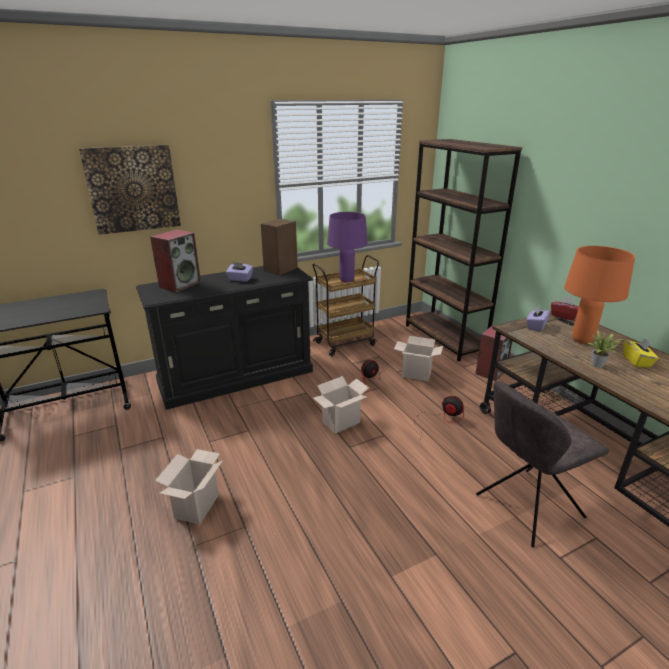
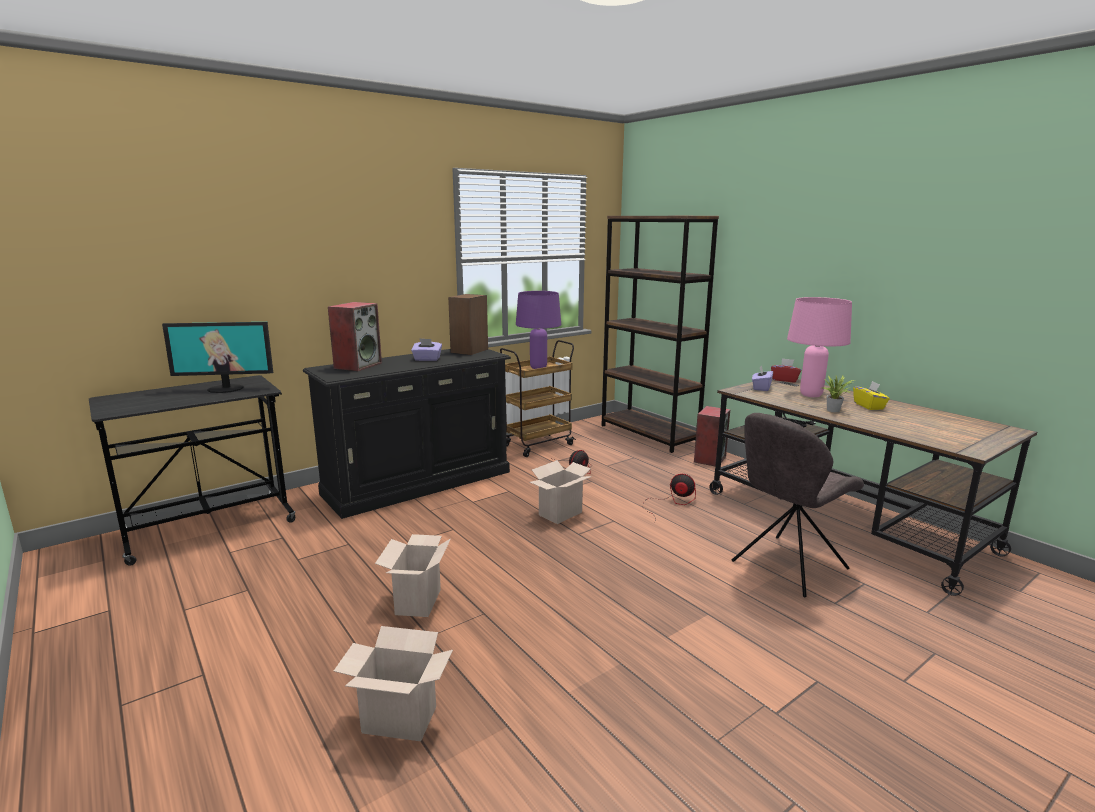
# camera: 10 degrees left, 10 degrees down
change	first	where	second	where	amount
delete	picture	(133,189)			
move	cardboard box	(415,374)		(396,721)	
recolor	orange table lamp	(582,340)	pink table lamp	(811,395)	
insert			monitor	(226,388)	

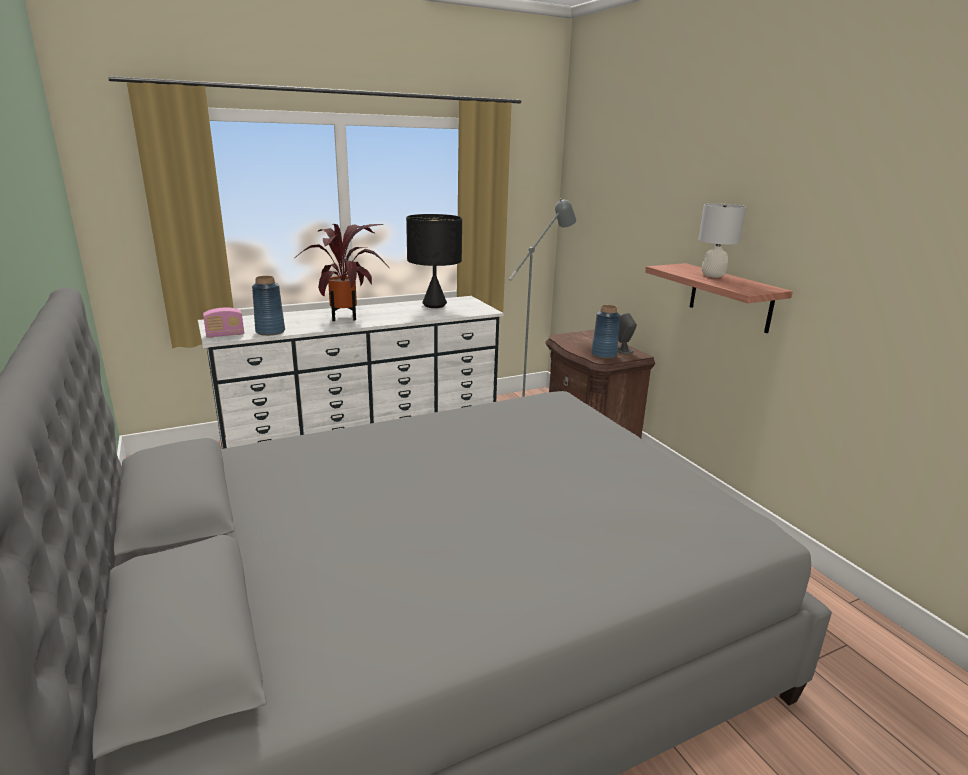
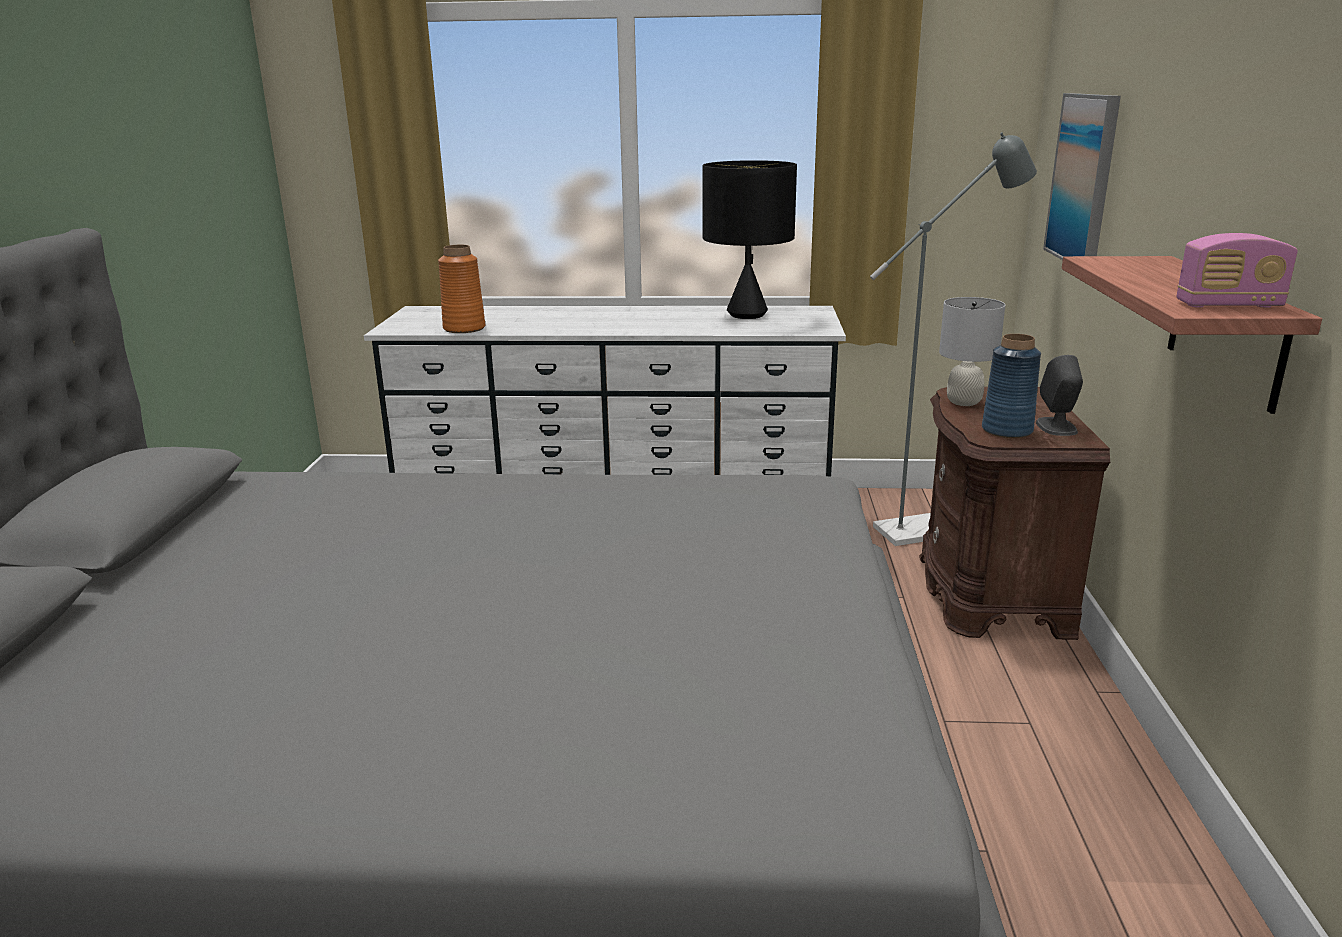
# camera: 30 degrees right, 0 degrees up
change	first	where	second	where	amount
move	radio	(225,335)		(1228,305)	
recolor	blue vase	(270,331)	orange vase	(464,328)	
delete	potted plant	(347,318)			
move	grey table lamp	(711,276)		(962,402)	
insert			picture	(1083,179)	

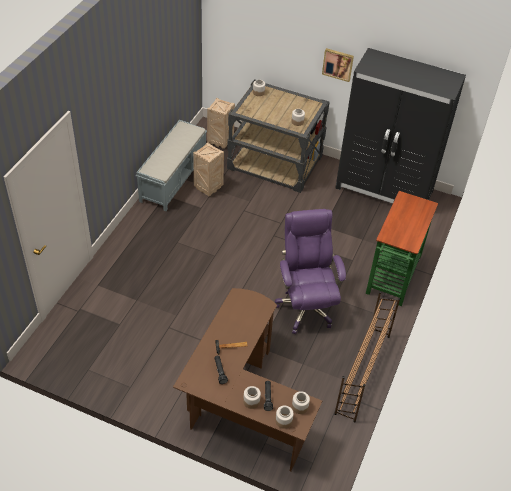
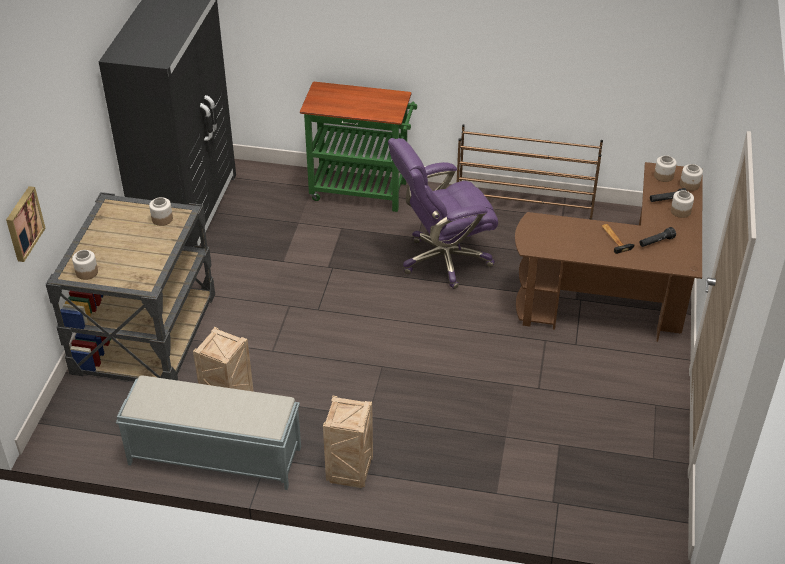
# camera: 100 degrees left, 5 degrees down
change	first	where	second	where	amount
move	crate	(221,141)		(349,471)	
move	picture	(338,64)		(23,223)	

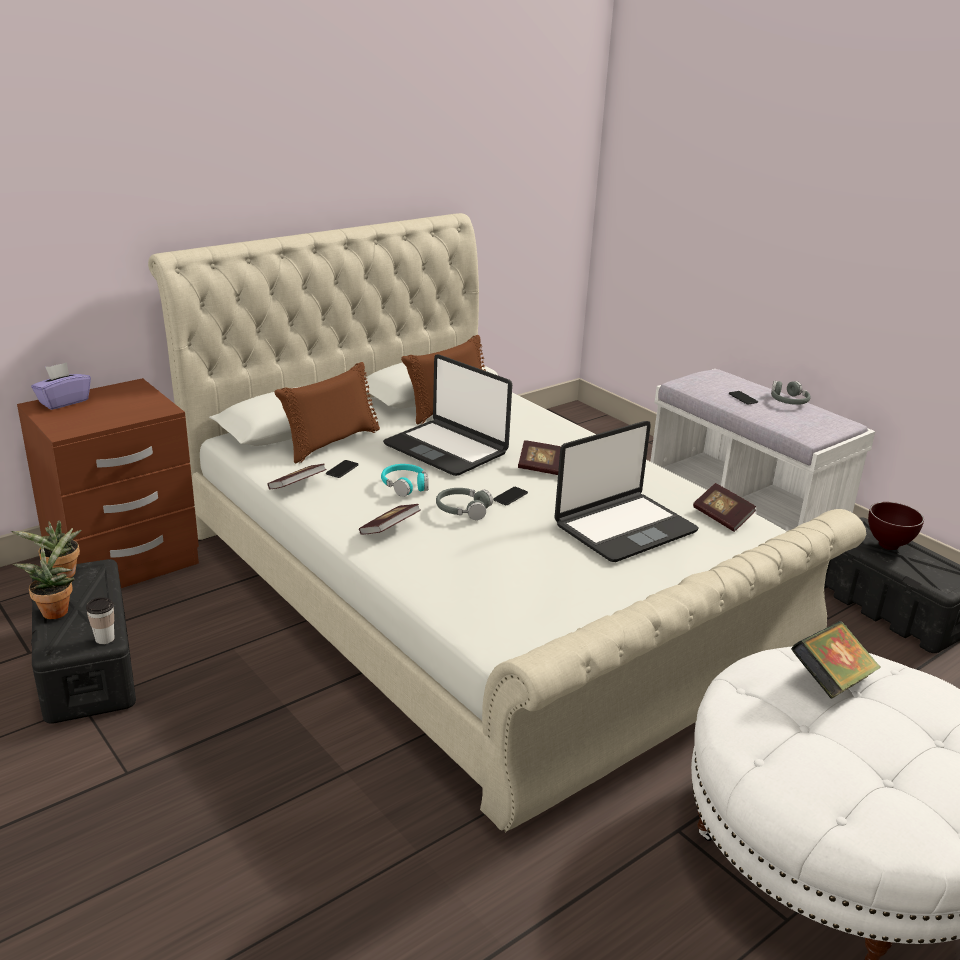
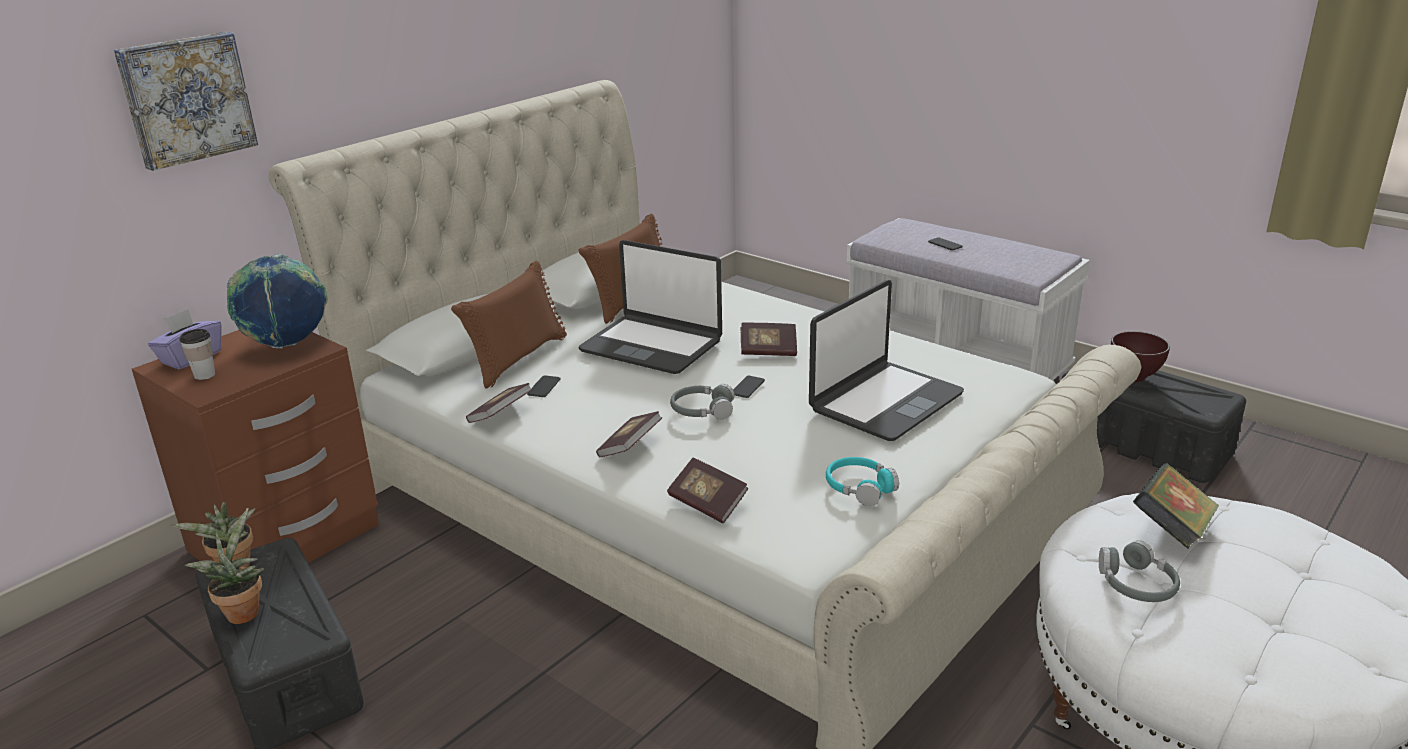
# camera: 10 degrees left, 0 degrees up
change	first	where	second	where	amount
move	cup	(105,638)		(205,375)	
move	turquoise headphones	(405,485)		(859,488)	
move	book	(722,517)		(707,503)	
move	grey headphones	(788,401)		(1136,584)	
insert			picture	(186,99)	
insert			globe	(287,344)	

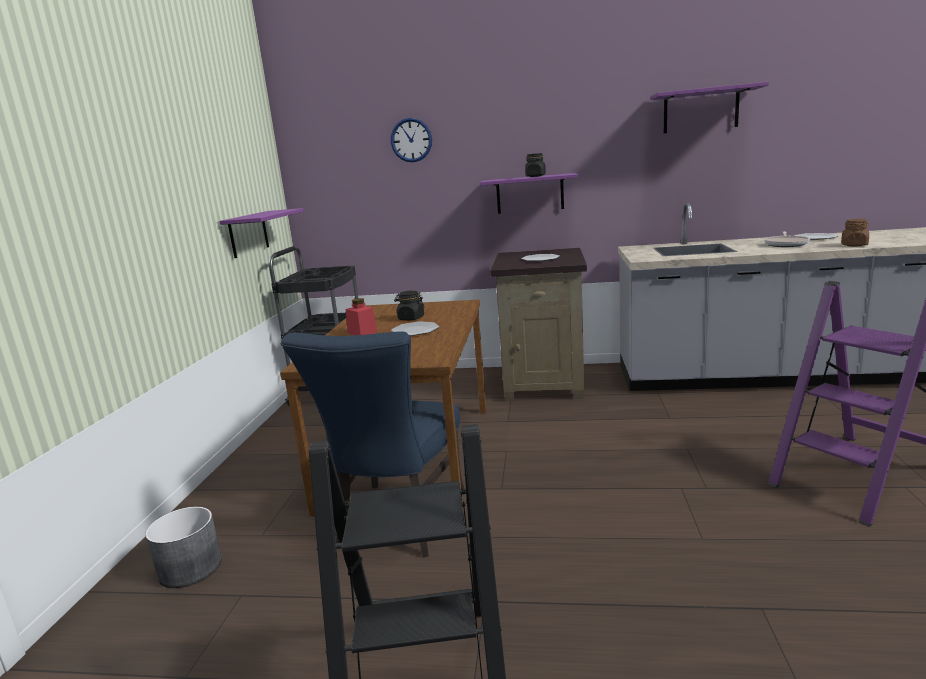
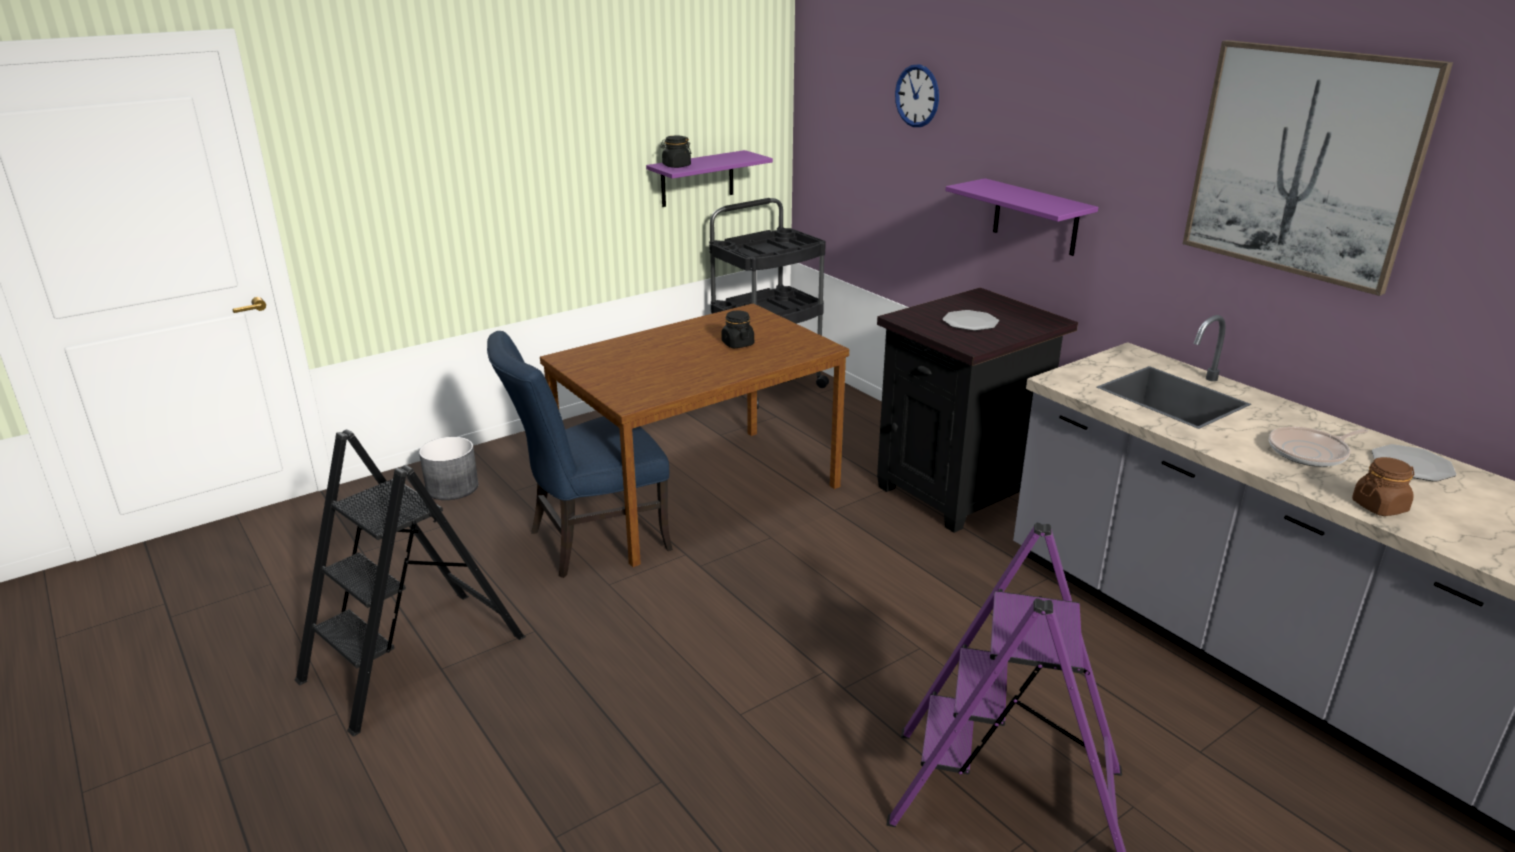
# camera: 45 degrees right, 10 degrees up
change	first	where	second	where	amount
delete	red jar	(362,332)			
delete	plate	(415,330)			
recolor	beige cabinet	(544,382)	black cabinet	(961,490)	
move	black jar	(535,176)		(676,166)	
replace	purple shelf	(700,111)	picture	(1304,163)	

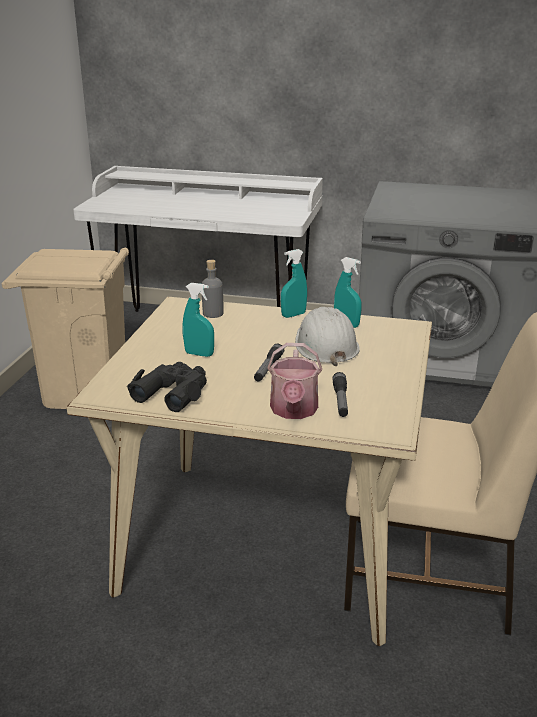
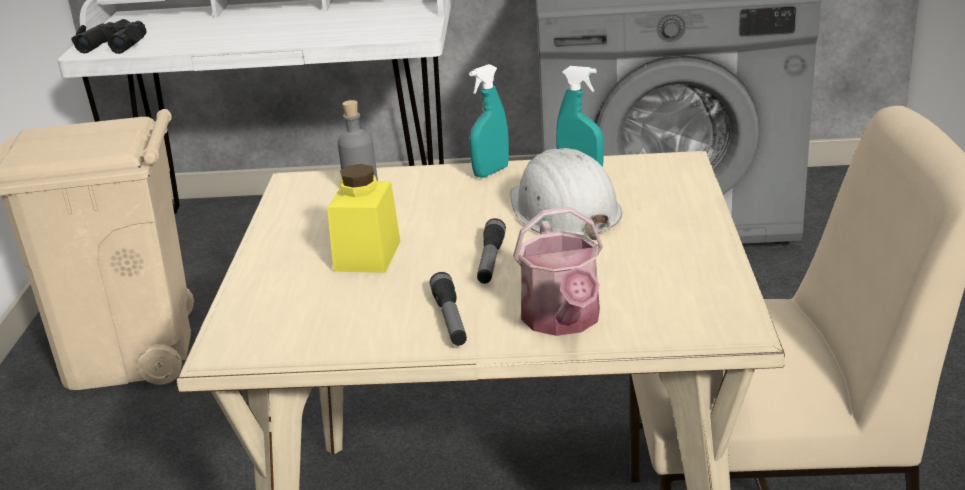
# camera: 10 degrees left, 0 degrees up
change	first	where	second	where	amount
move	black binoculars	(173,392)		(116,44)	
replace	turquoise spray bottle	(199,354)	yellow jar	(367,256)	
move	flashlight	(340,401)		(450,319)	

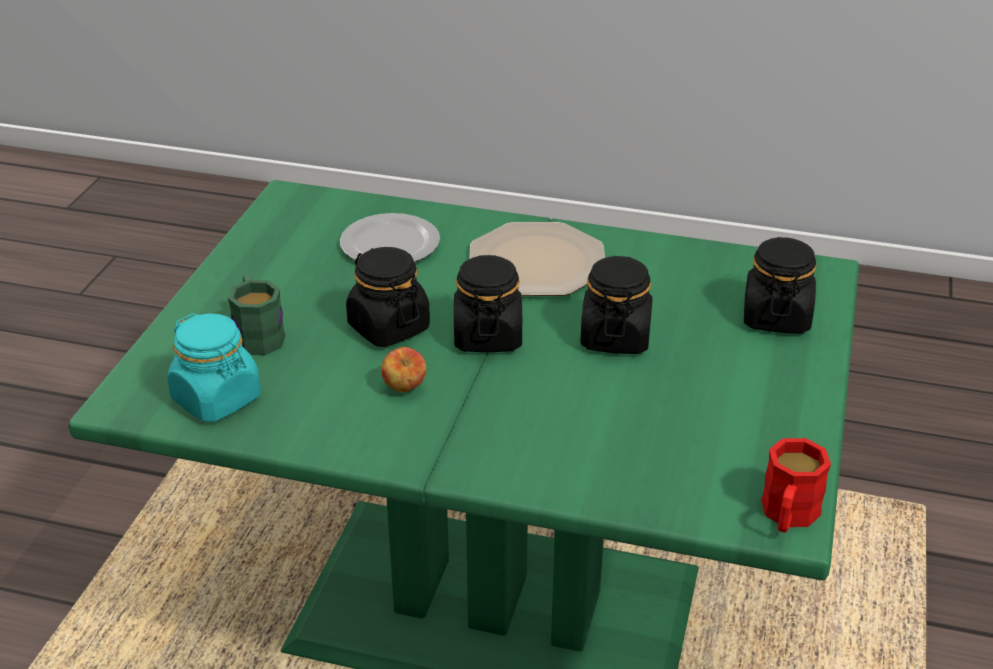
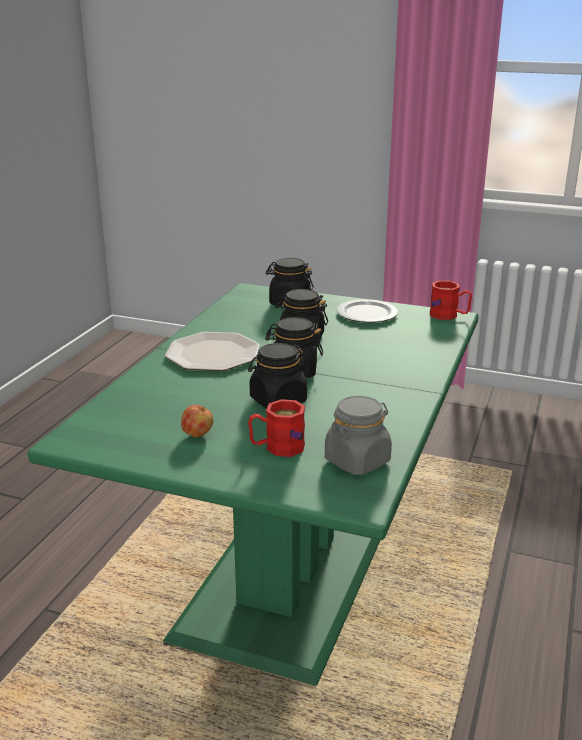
# camera: 85 degrees left, 10 degrees down
change	first	where	second	where	amount
recolor	turquoise jar	(217,399)	grey jar	(357,461)	
recolor	green mug	(258,334)	red mug	(277,447)	
move	plate	(390,243)		(366,314)	
move	apple	(404,388)		(198,434)	

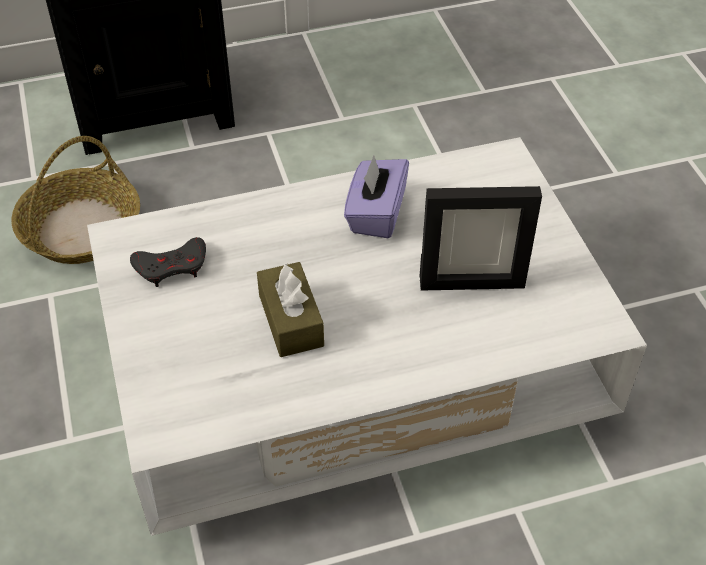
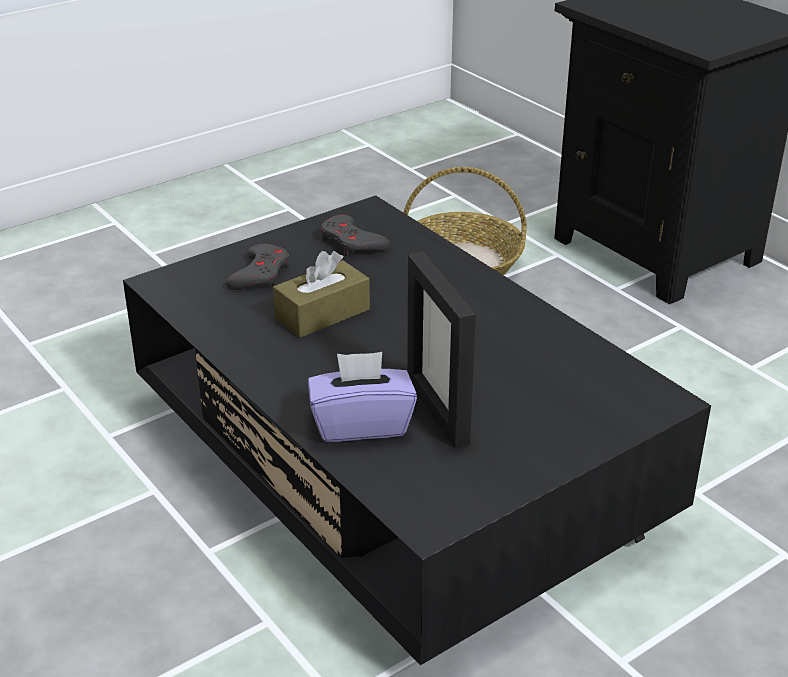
# camera: 70 degrees right, 15 degrees down
change	first	where	second	where	amount
recolor	white coffee table	(353,369)	black coffee table	(394,460)	
move	purple tissue box	(376,214)		(361,424)	
insert			grey game controller	(260,274)	

